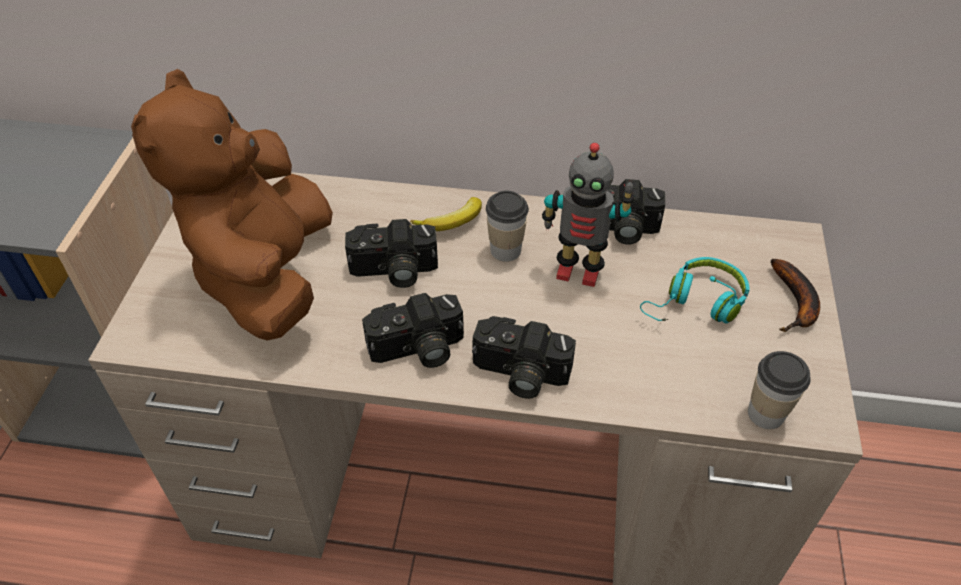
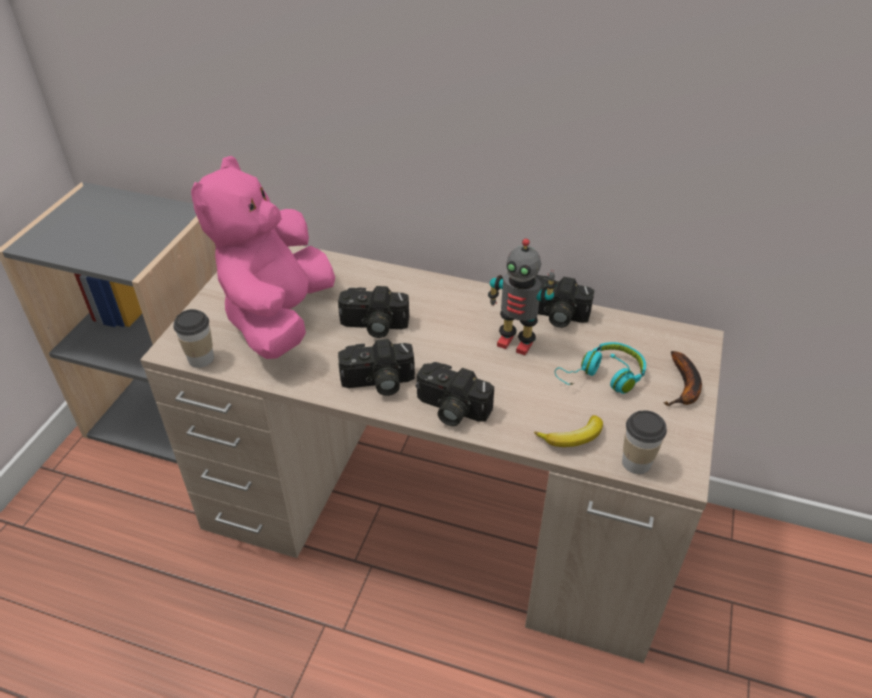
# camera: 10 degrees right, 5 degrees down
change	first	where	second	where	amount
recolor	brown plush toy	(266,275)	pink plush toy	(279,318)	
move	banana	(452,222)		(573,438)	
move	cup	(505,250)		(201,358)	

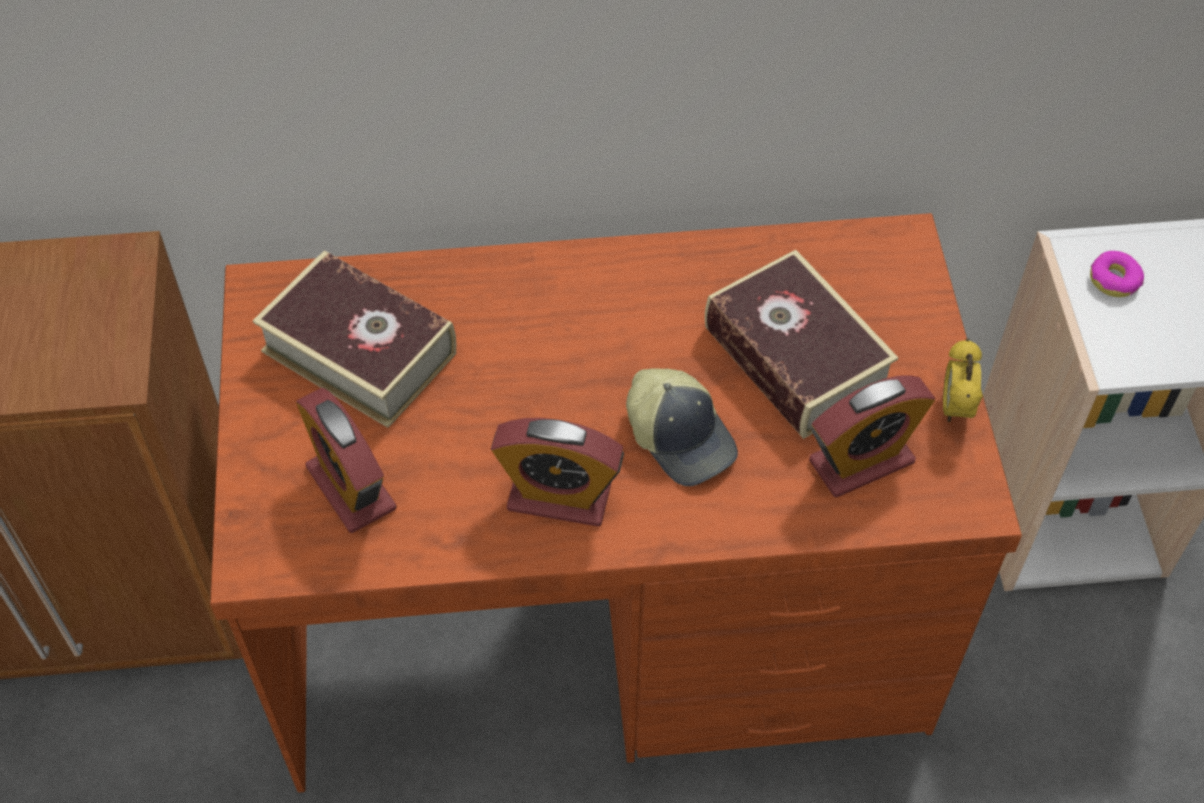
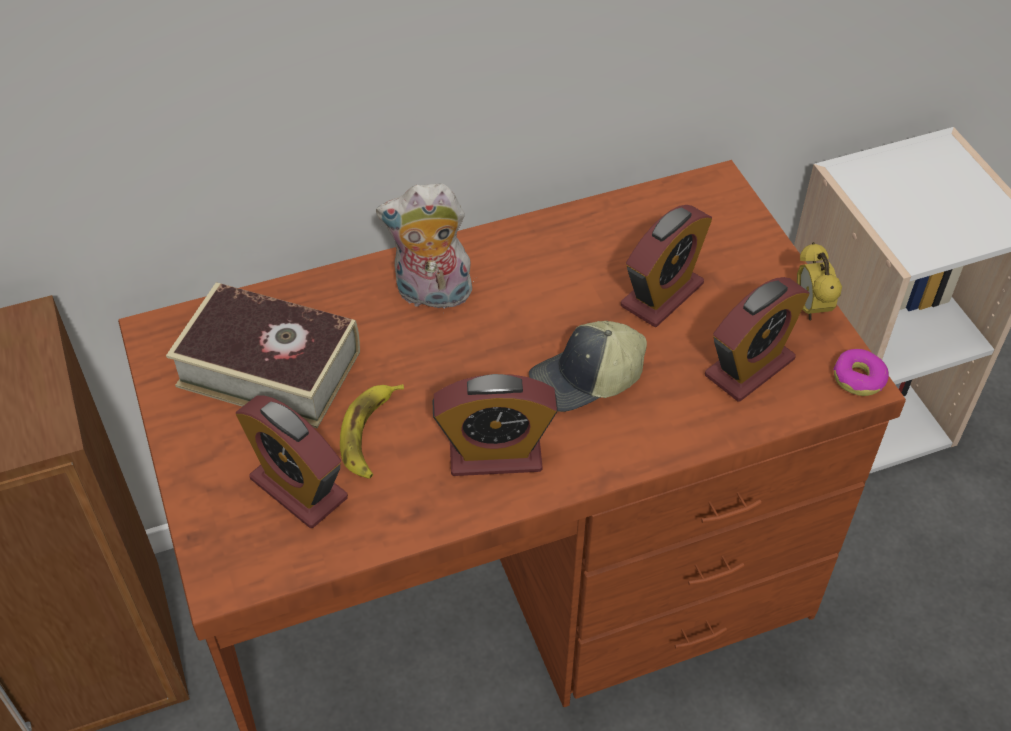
# camera: 15 degrees left, 5 degrees down
change	first	where	second	where	amount
rotate	cap	(681,436)		(586,380)	120 degrees clockwise
replace	book	(795,358)	alarm clock	(662,295)	
move	donut	(1114,280)		(858,378)	
insert			banana	(370,434)	
insert			plush toy	(431,295)	

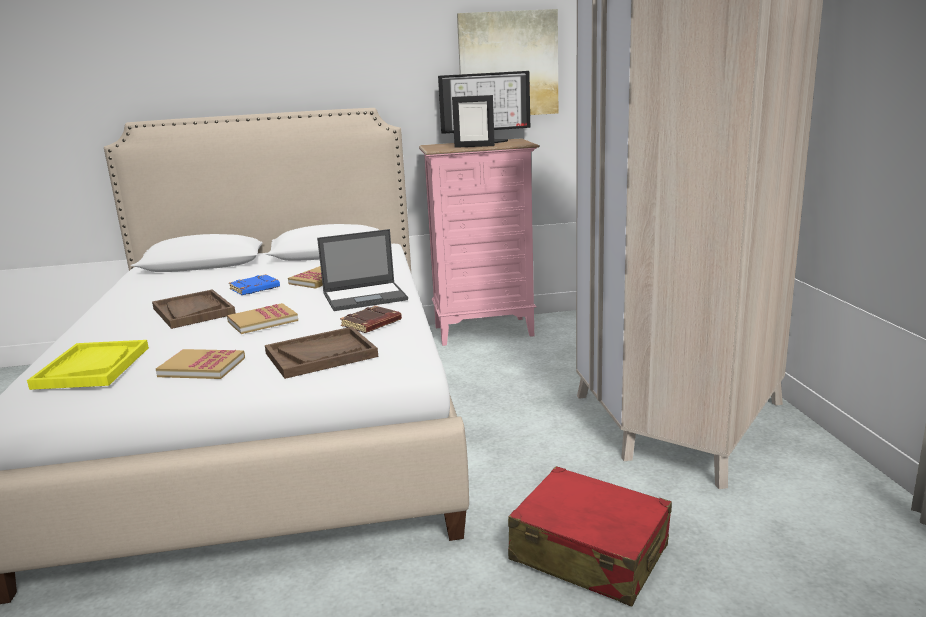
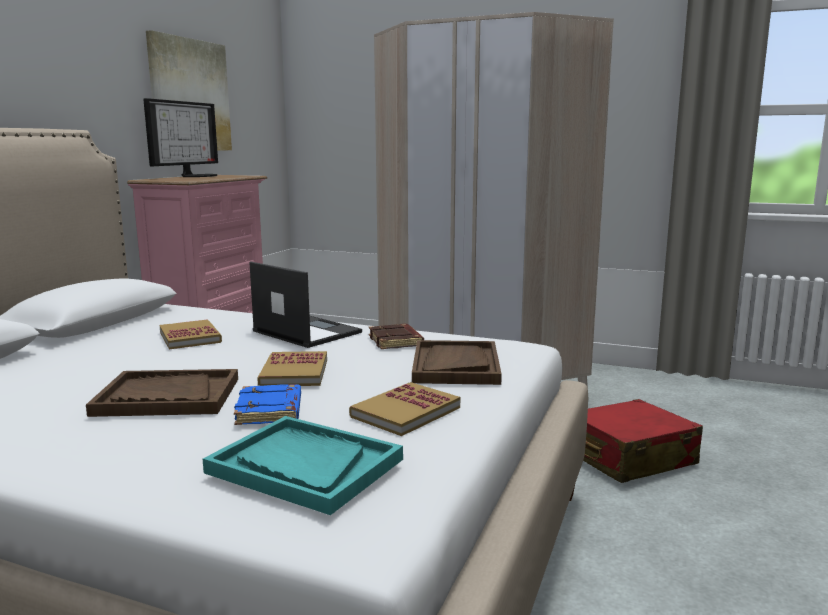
# camera: 60 degrees left, 5 degrees down
change	first	where	second	where	amount
recolor	yellow tray	(92,367)	turquoise tray	(304,466)	
move	blue book	(255,289)		(270,411)	
rotate	laptop	(366,297)		(305,331)	60 degrees counterclockwise
delete	picture frame	(474,146)			

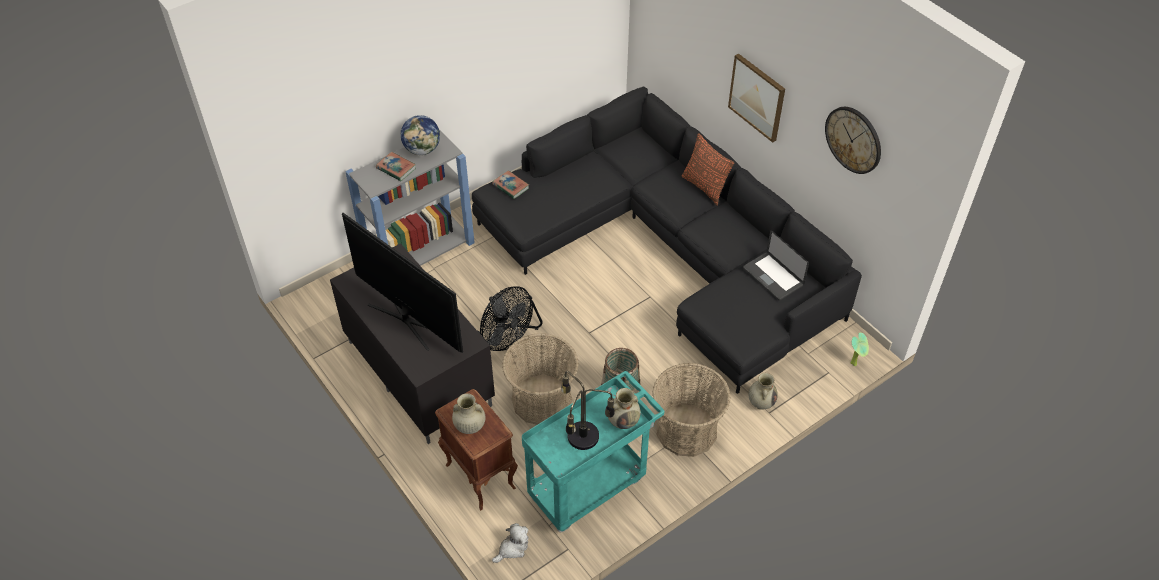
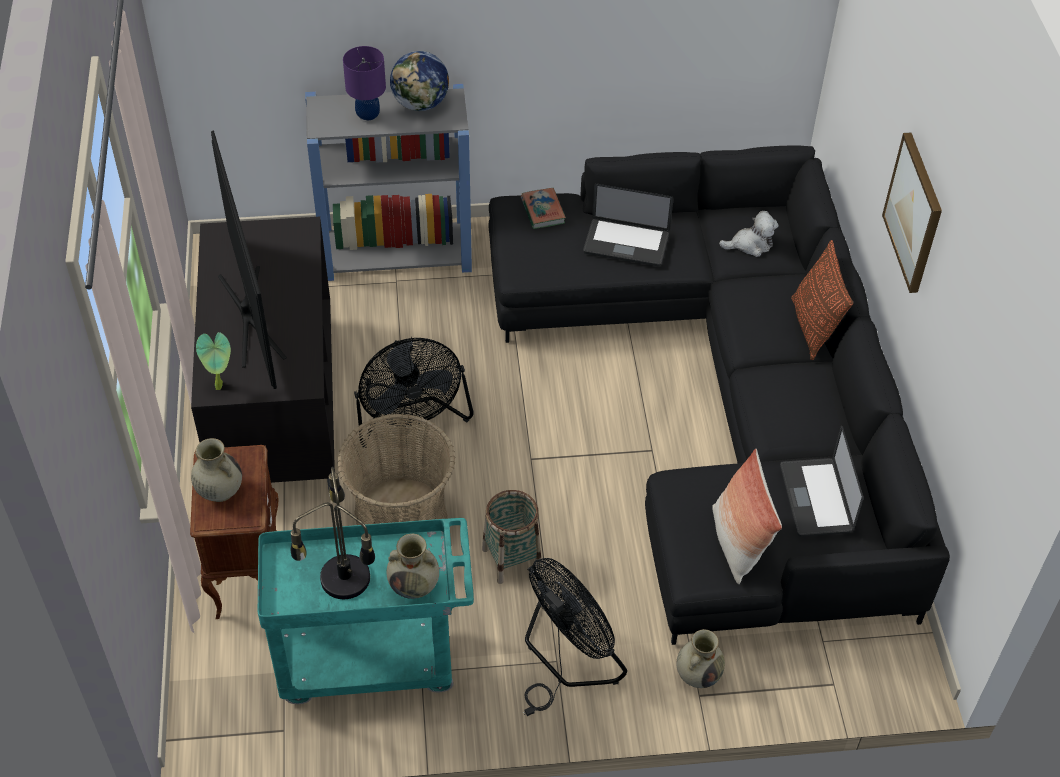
# camera: 30 degrees right, 0 degrees up
change	first	where	second	where	amount
replace	book	(396,168)	purple table lamp	(368,114)	
move	plush toy	(512,548)		(750,244)	
replace	basket	(686,430)	black fan	(561,658)	
delete	wall clock	(853,139)			
move	potted plant	(855,363)		(221,386)	
insert			laptop	(626,244)	
insert			pillow	(737,543)	

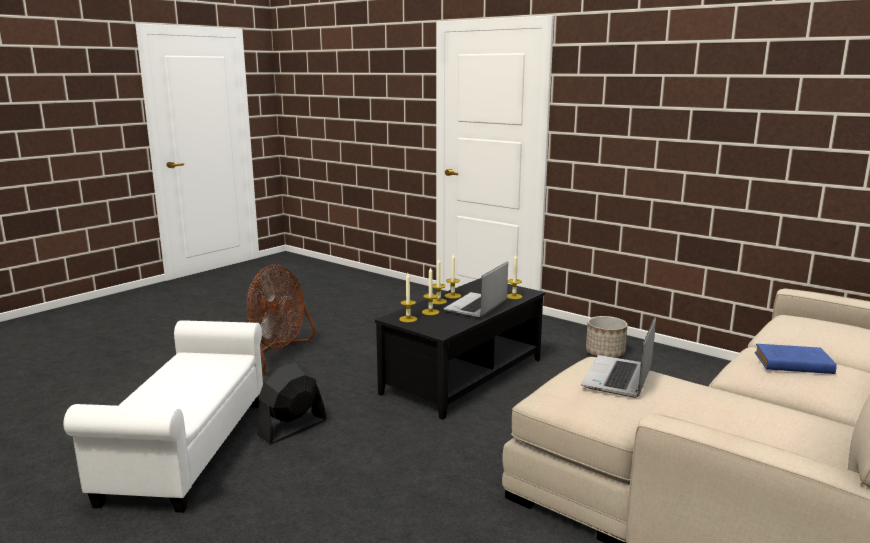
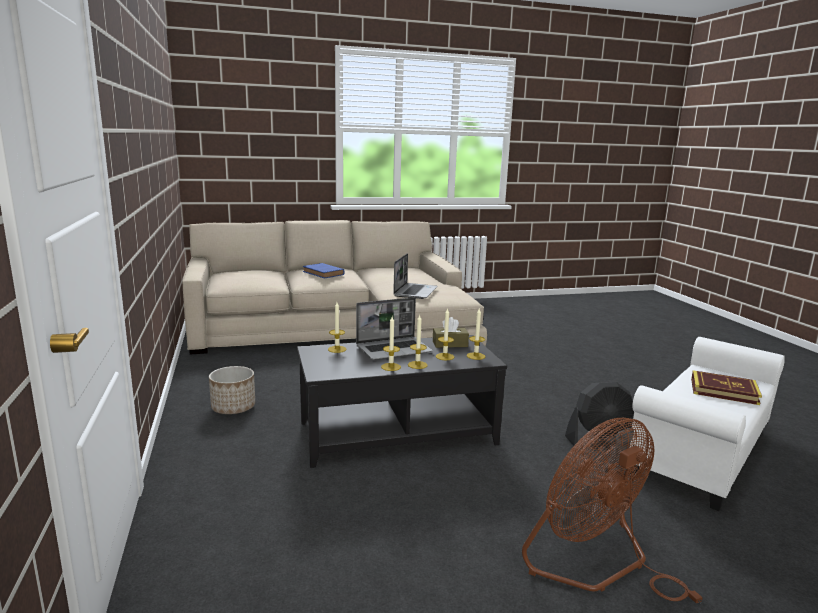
# camera: 145 degrees left, 0 degrees up
change	first	where	second	where	amount
rotate	laptop	(618,378)		(415,292)	45 degrees counterclockwise
insert			brown tissue box	(450,344)	
insert			book	(723,391)	

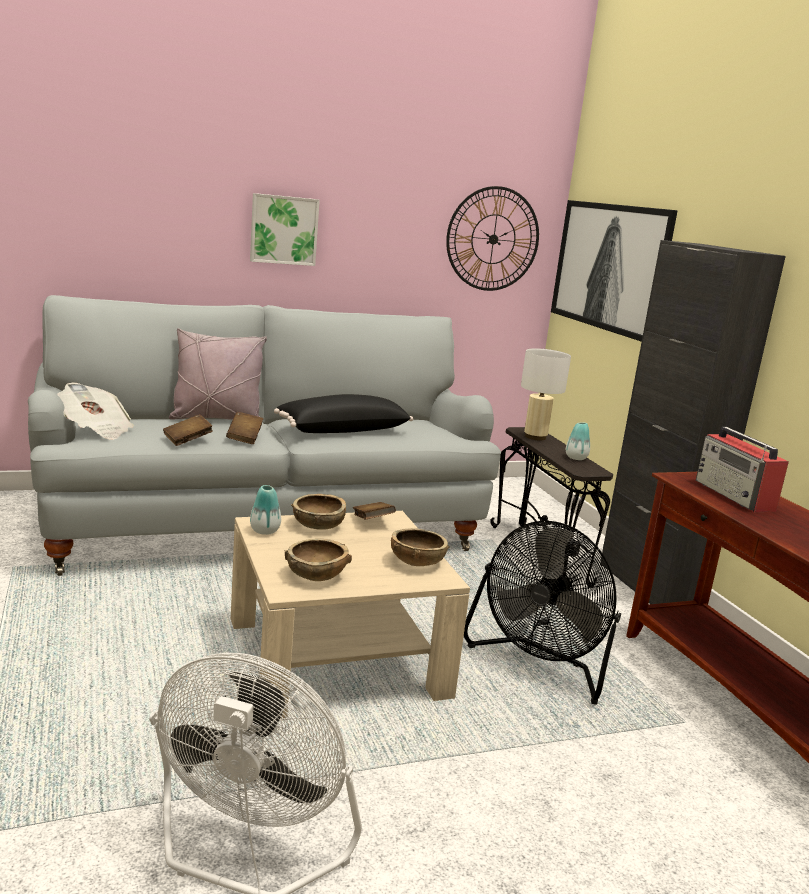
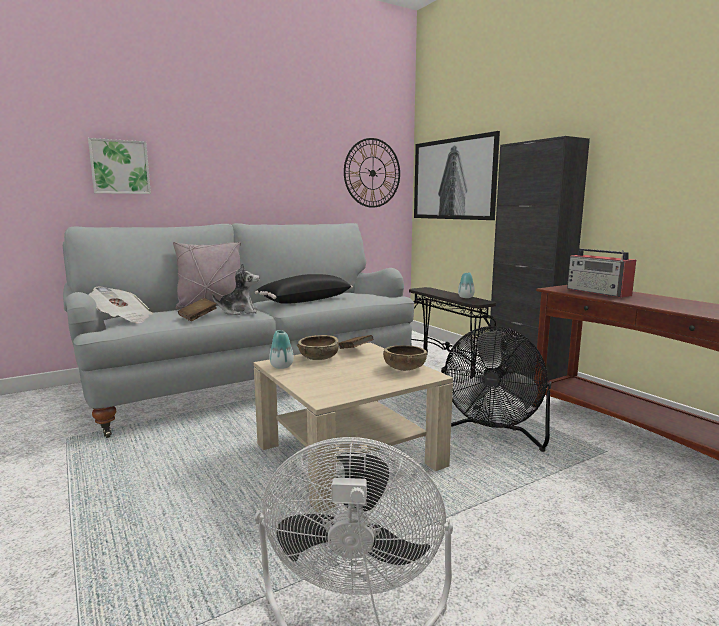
# camera: 10 degrees left, 5 degrees down
change	first	where	second	where	amount
replace	brown book	(244,438)	plush toy	(239,312)	
move	picture	(283,230)		(120,167)	
delete	brown bowl	(316,575)			
delete	white table lamp	(536,437)			

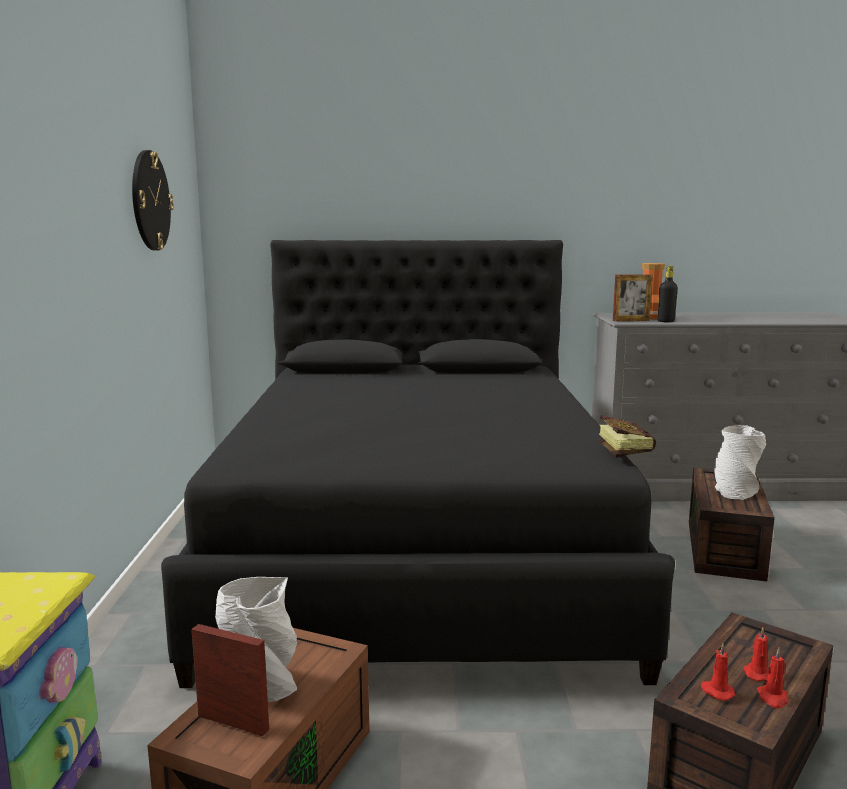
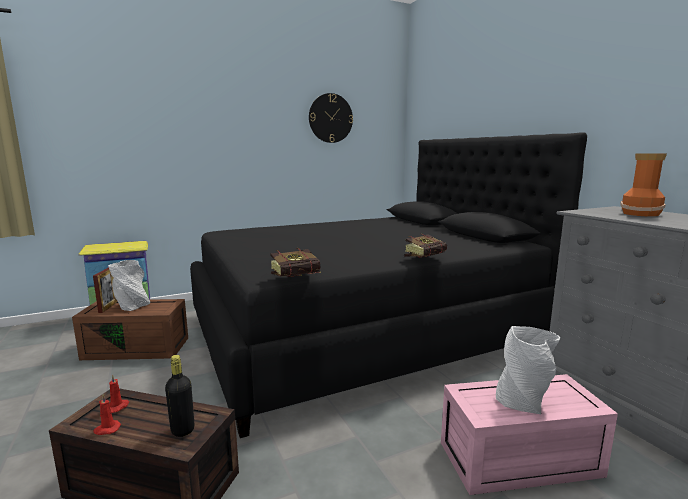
# camera: 65 degrees right, 0 degrees up
change	first	where	second	where	amount
delete	picture frame	(631,320)			
move	black bottle	(666,321)		(182,430)	
recolor	brown storage box	(726,550)	pink storage box	(518,461)	
delete	red candle	(757,673)			
insert			book	(427,258)	

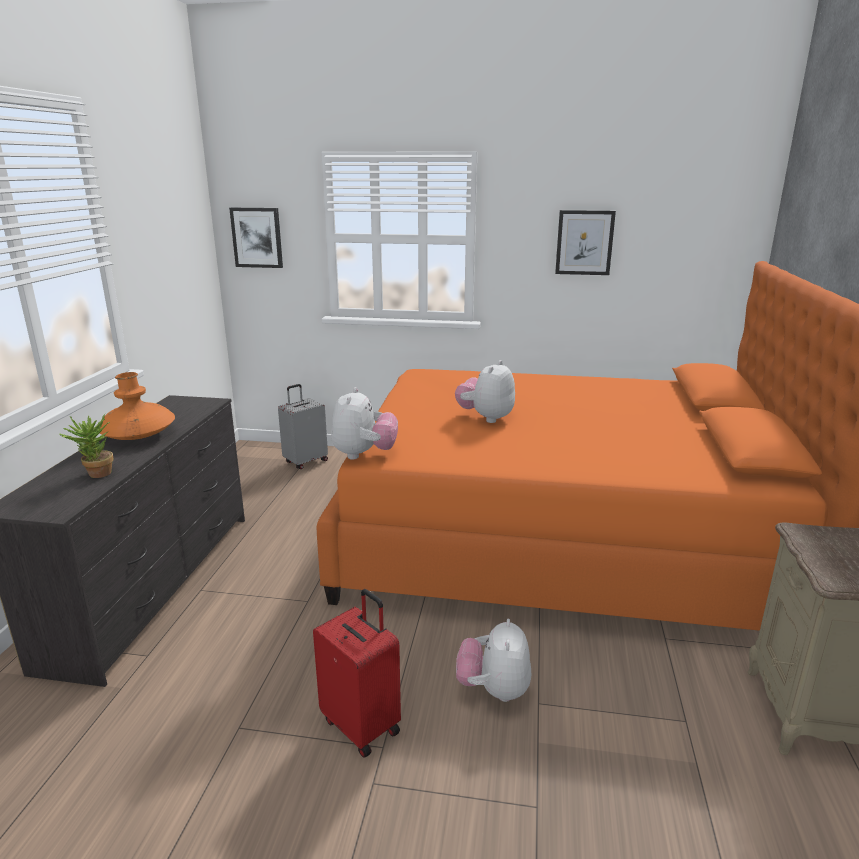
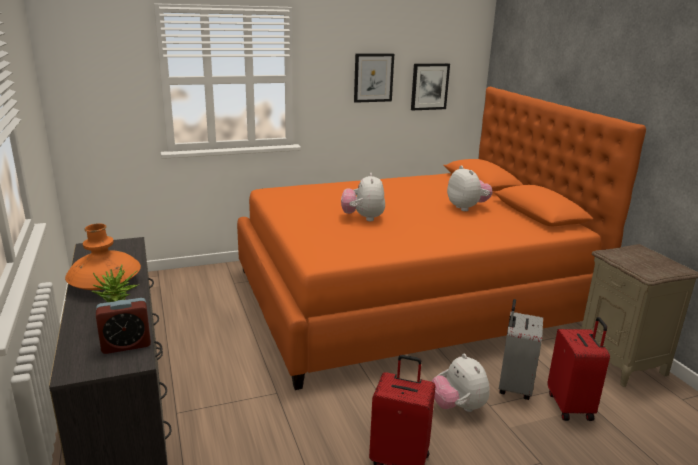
# camera: 30 degrees left, 0 degrees up
change	first	where	second	where	amount
move	picture	(257,237)		(429,86)	
move	grey suitcase	(305,461)		(513,386)	
move	plush toy	(364,454)		(467,208)	
insert			alarm clock	(126,345)	
insert			red suitcase	(571,406)	

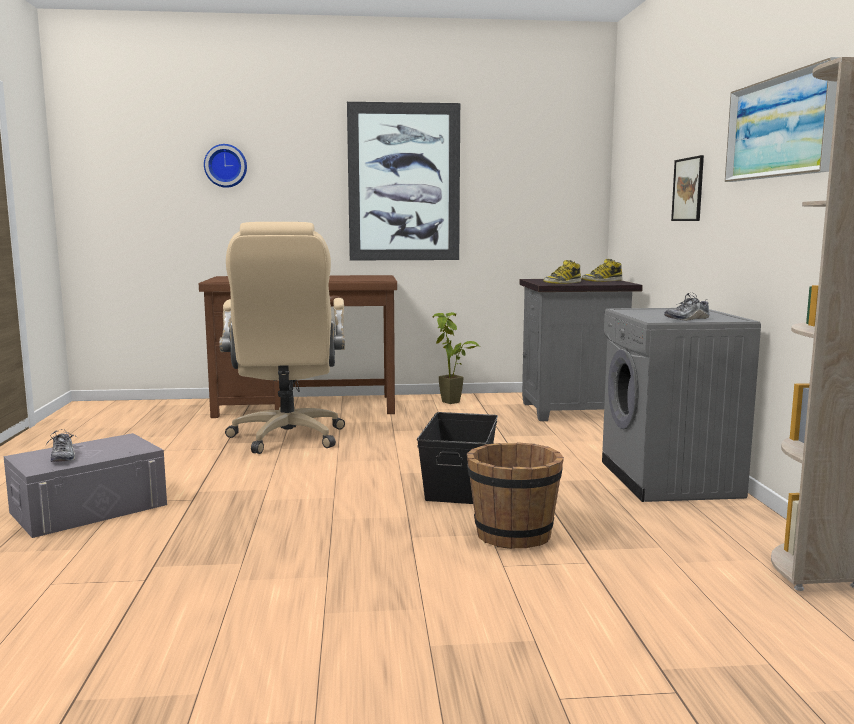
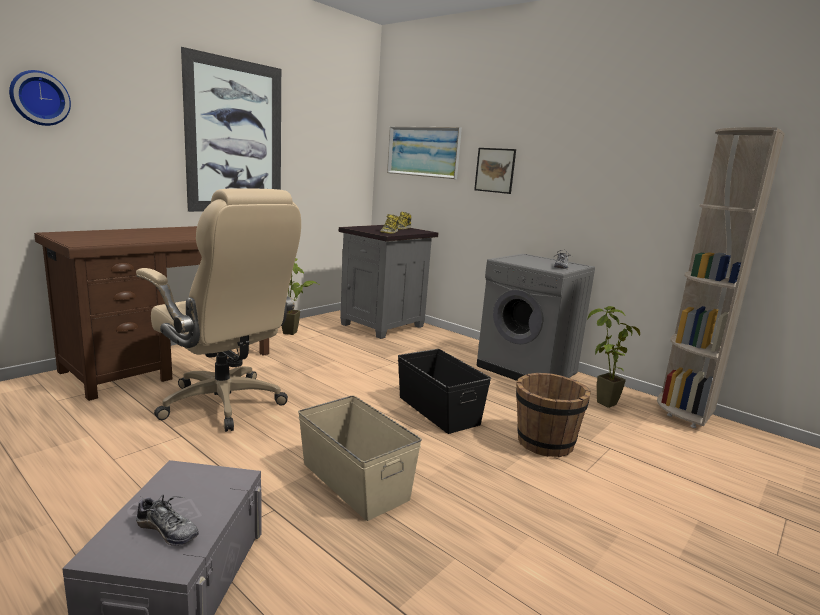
# camera: 45 degrees left, 5 degrees up
change	first	where	second	where	amount
move	picture	(779,127)		(423,151)	
insert			beige storage box	(355,480)	
insert			potted plant	(600,404)	

